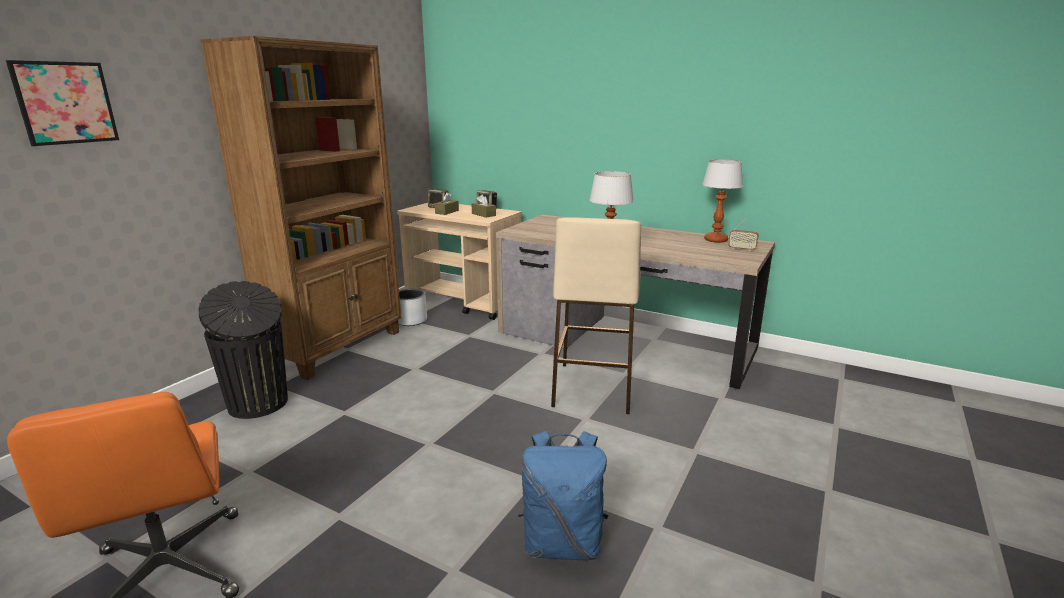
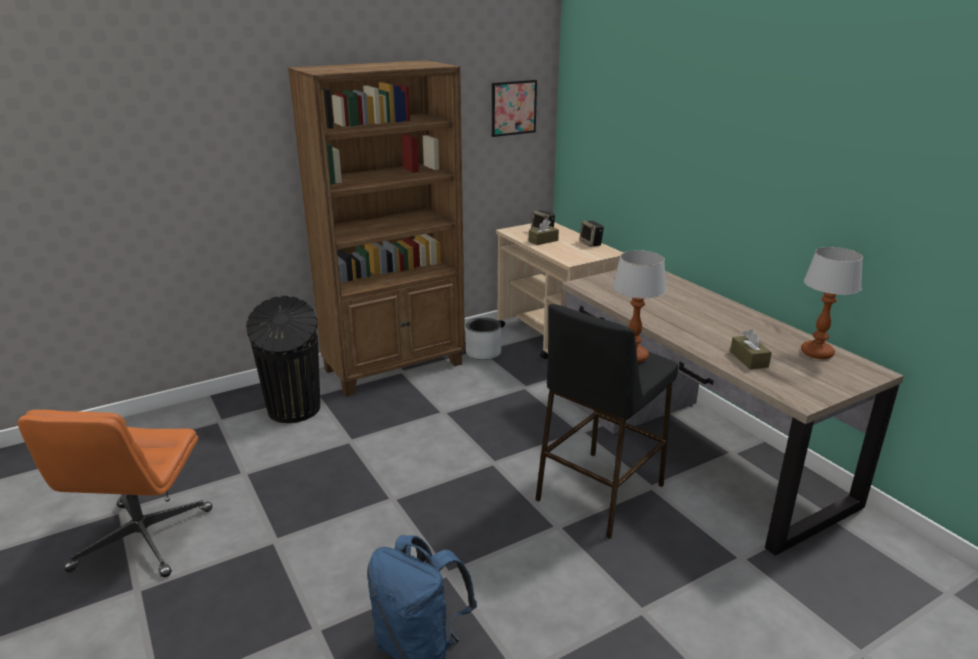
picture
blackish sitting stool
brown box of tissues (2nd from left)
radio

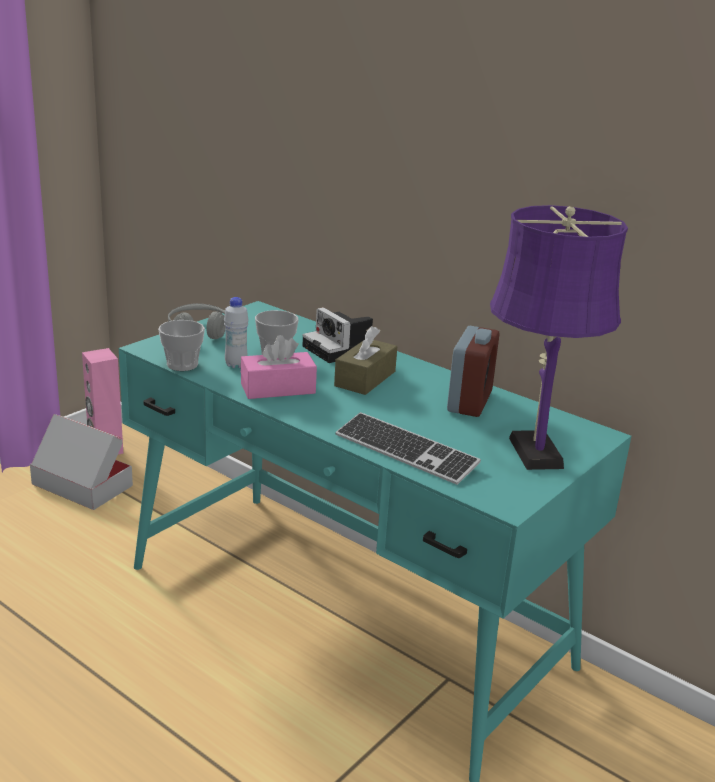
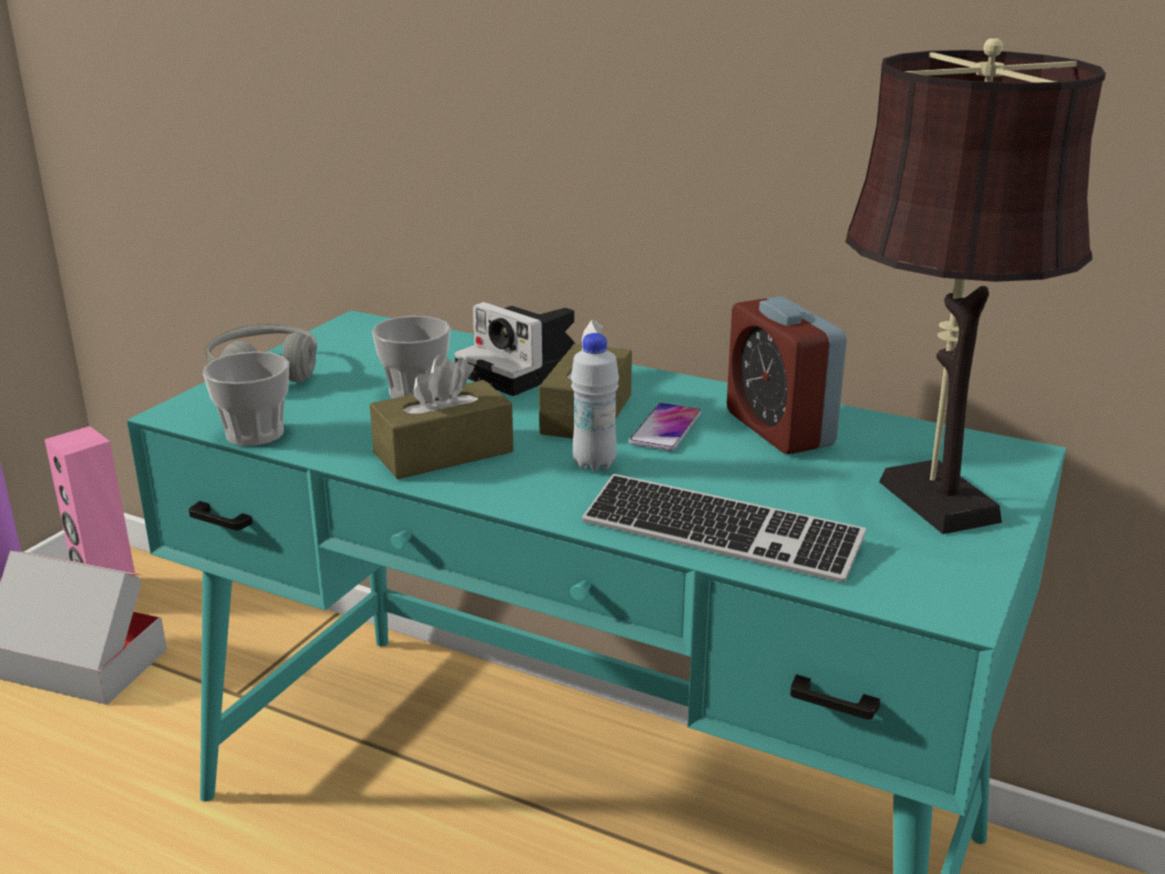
brown box of tissues (1st from left)
white-coloured beverage bottle
telephone
table clock
brown tabletop lamp

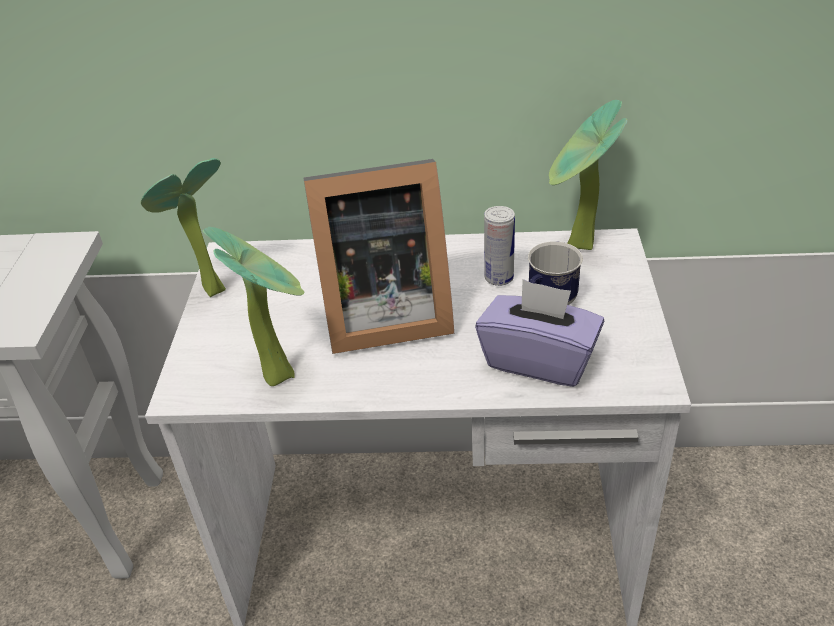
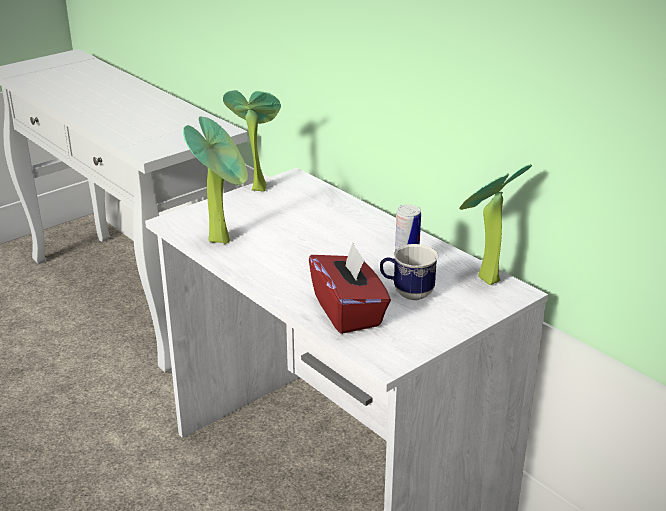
red-coloured box of tissues
picture frame

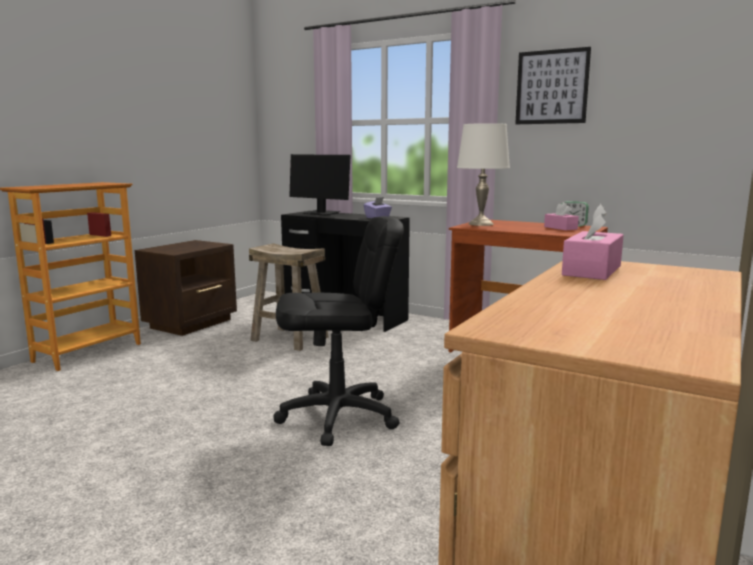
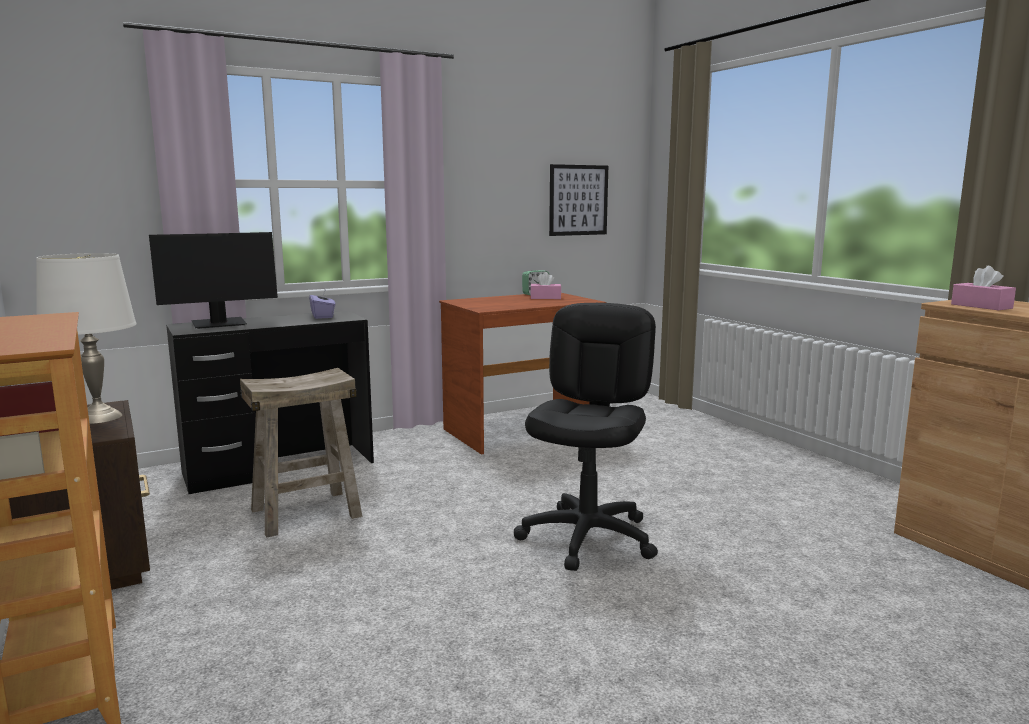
white-coloured tabletop lamp
picture

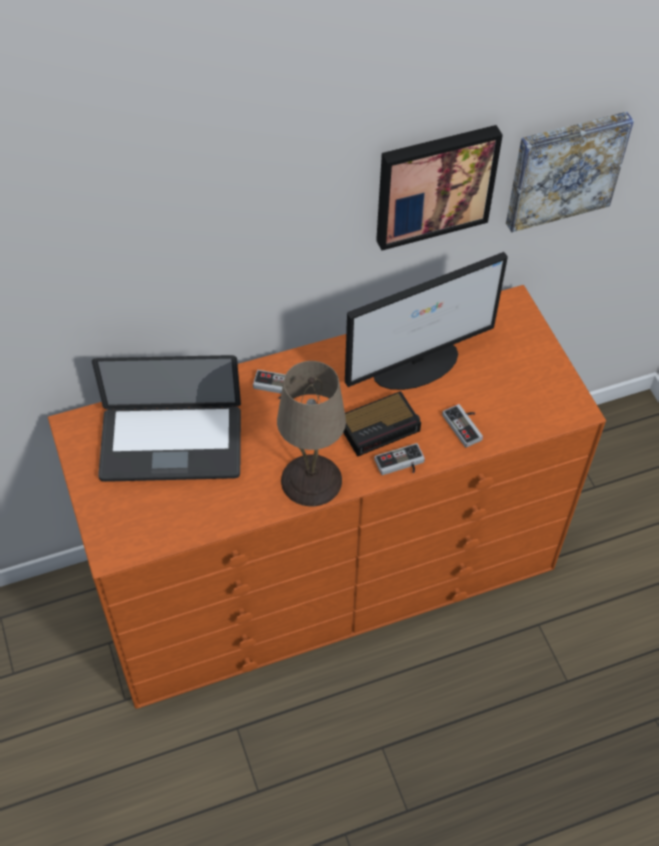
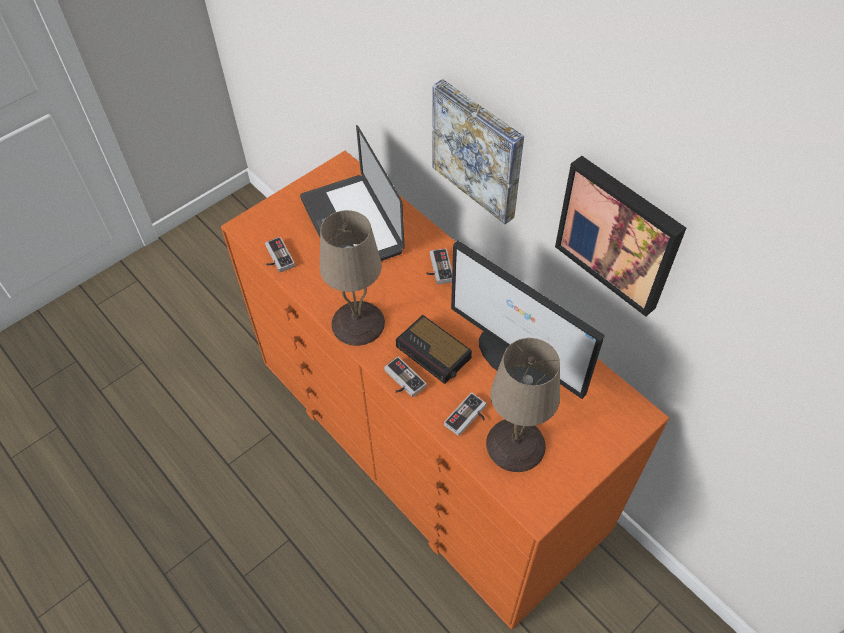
joypad (1st from left)
picture (1st from left)
sand-coloured tabletop lamp (2nd from left)

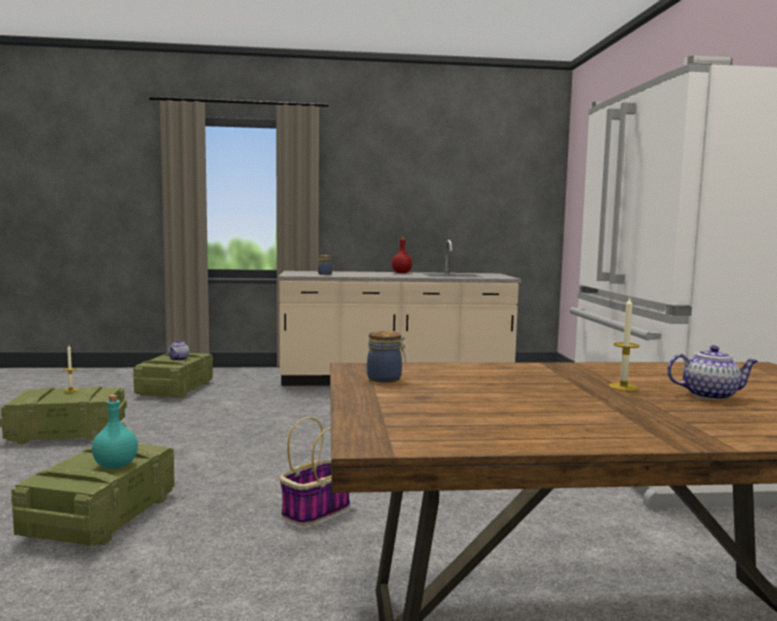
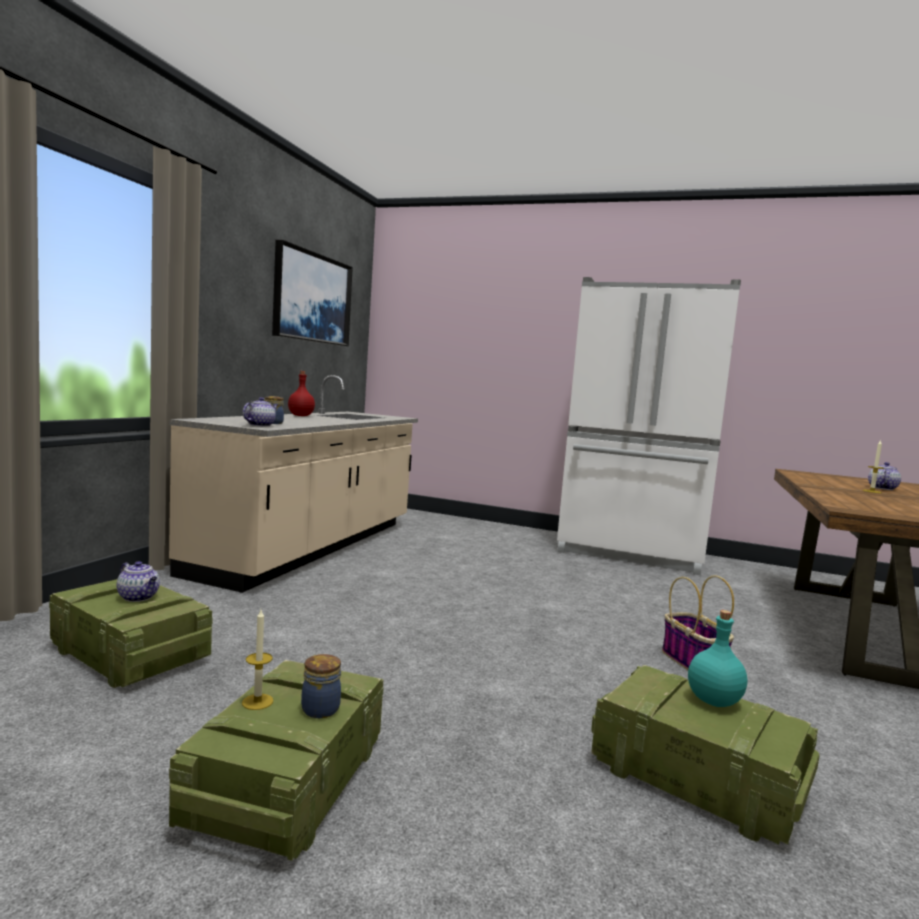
tea pot (2nd from left)
picture
preserve jar (2nd from left)

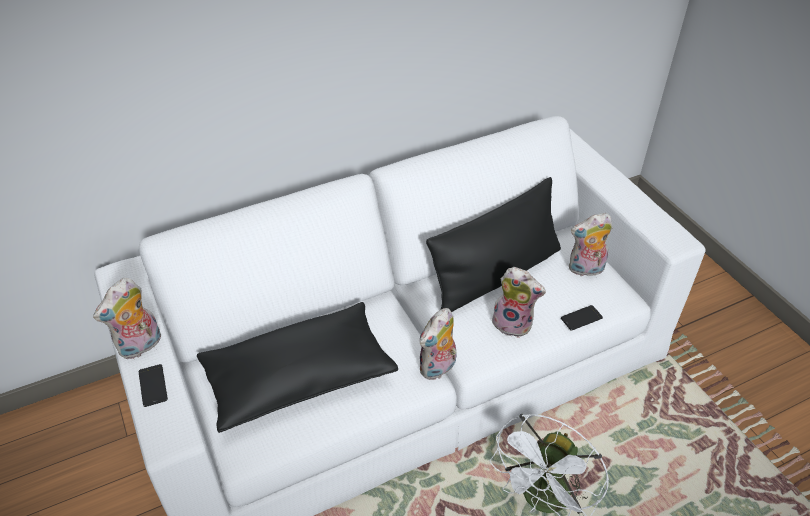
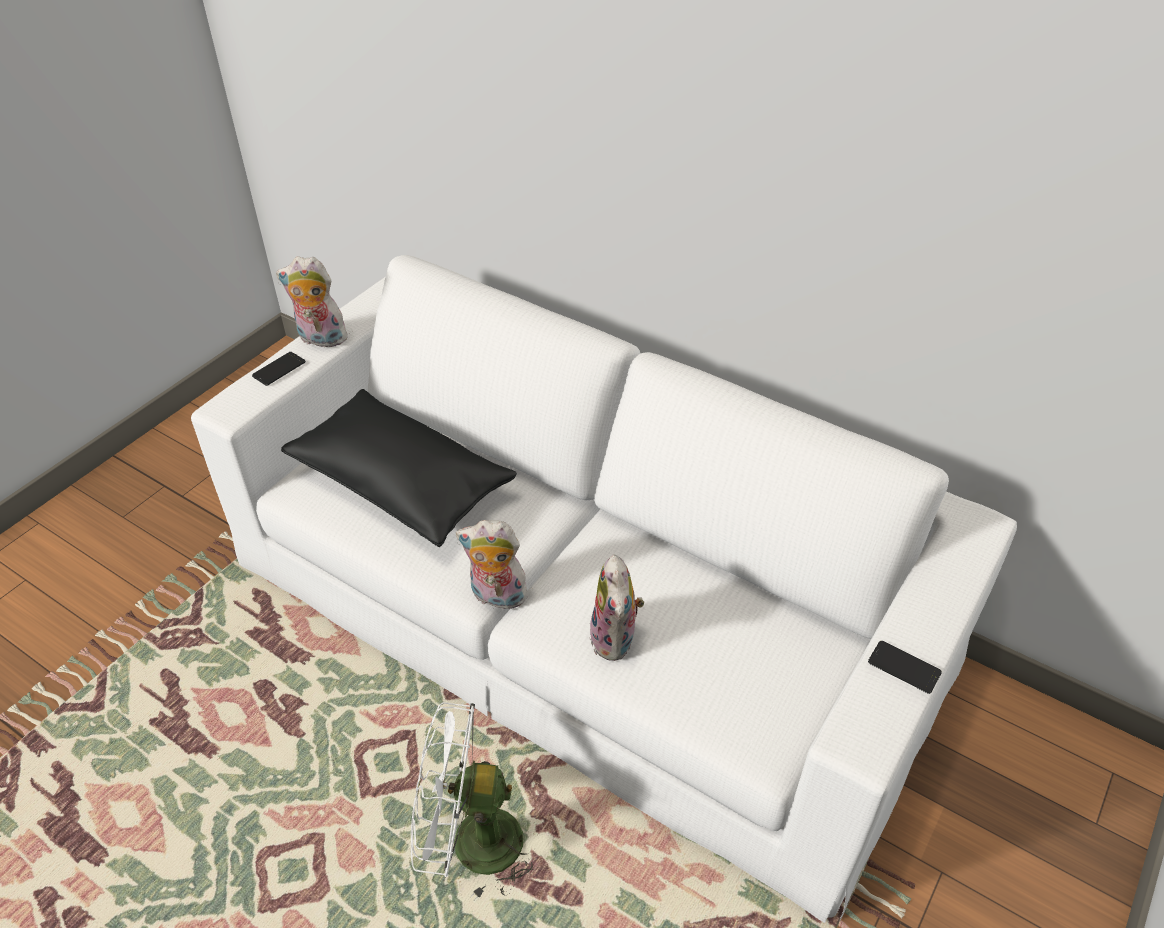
telephone (2nd from left)
blackish cushion (2nd from left in the first image)
plush toy (4th from left in the first image)

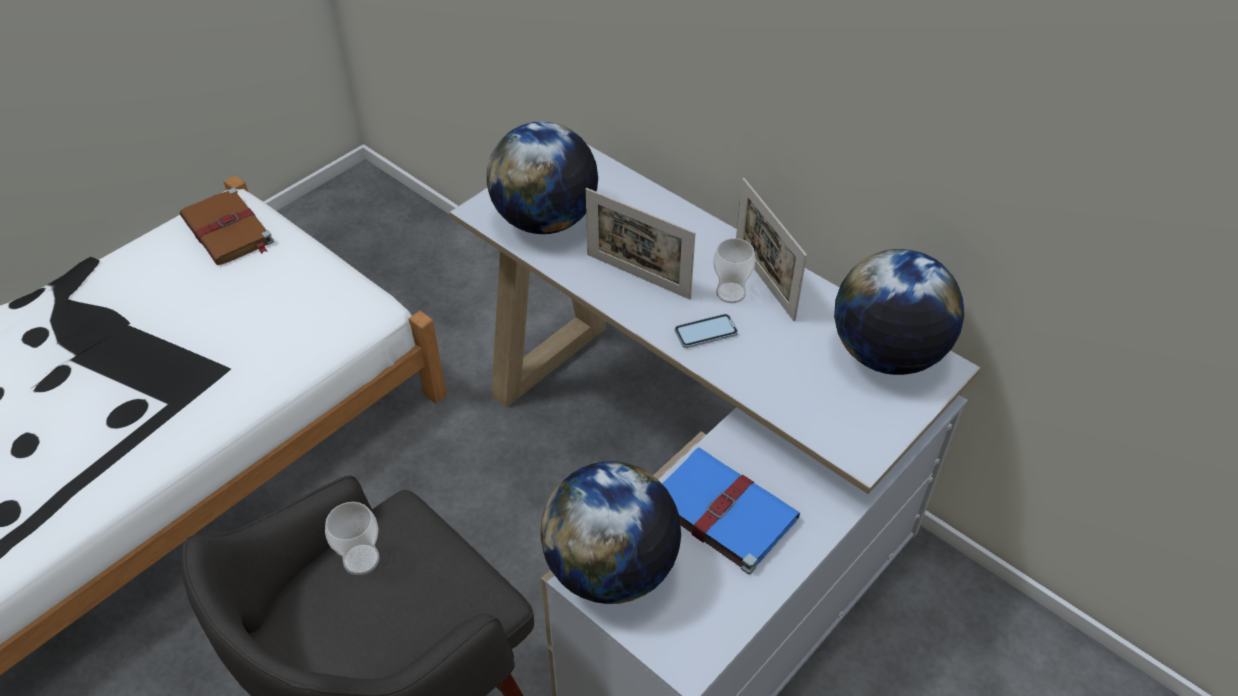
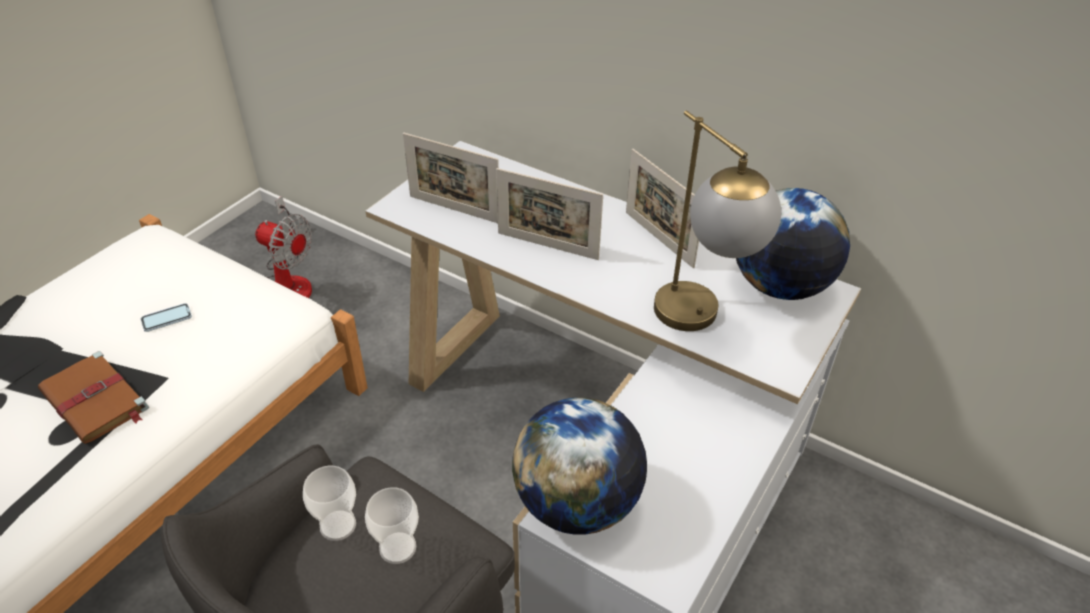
brown volume
telephone
electric fan
cup (2nd from left)
picture frame (1st from left)
tabletop lamp
bluish volume

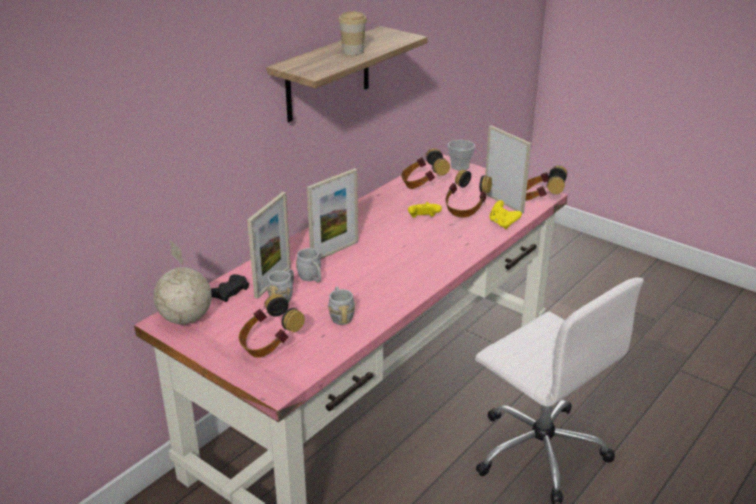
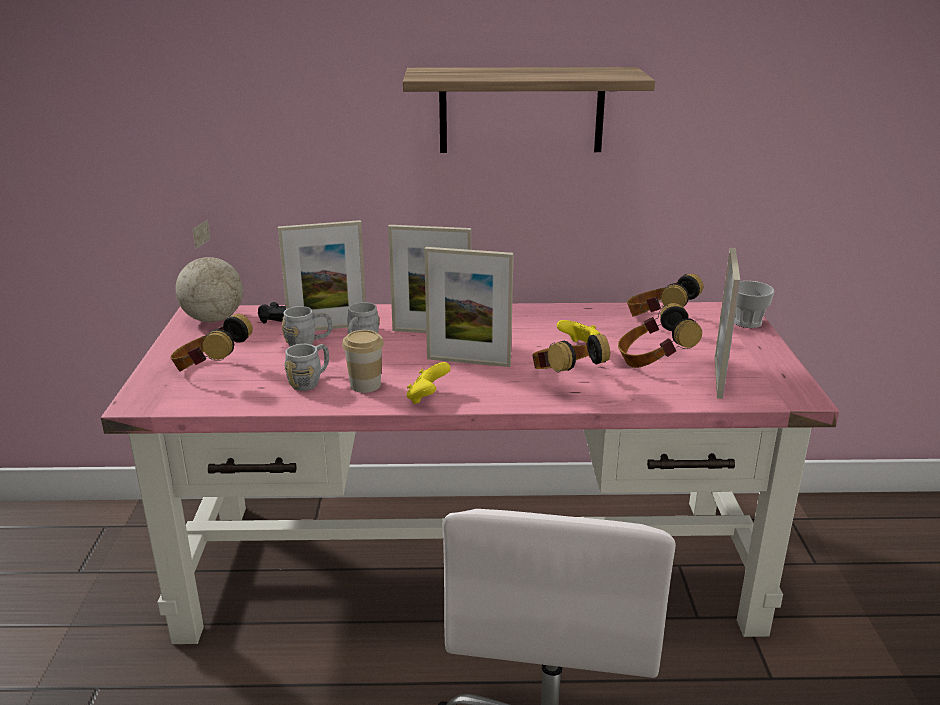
cup (1st from left)
yellow joypad (1st from left)
picture frame (3rd from left)
headset (2nd from left)

